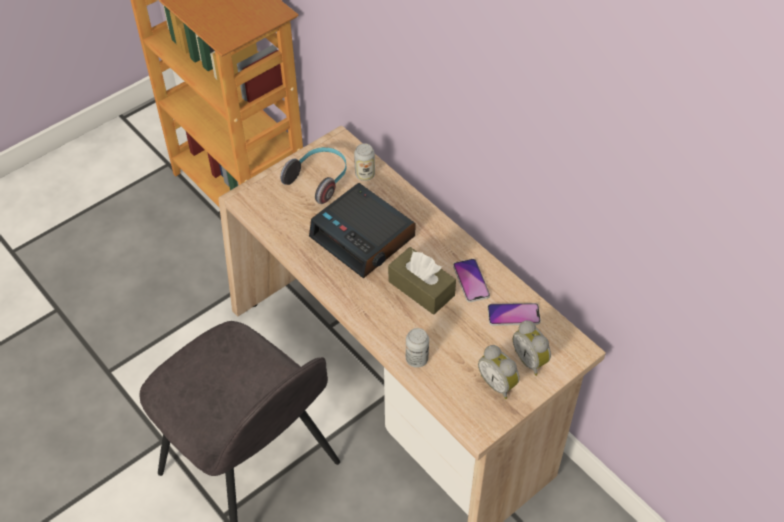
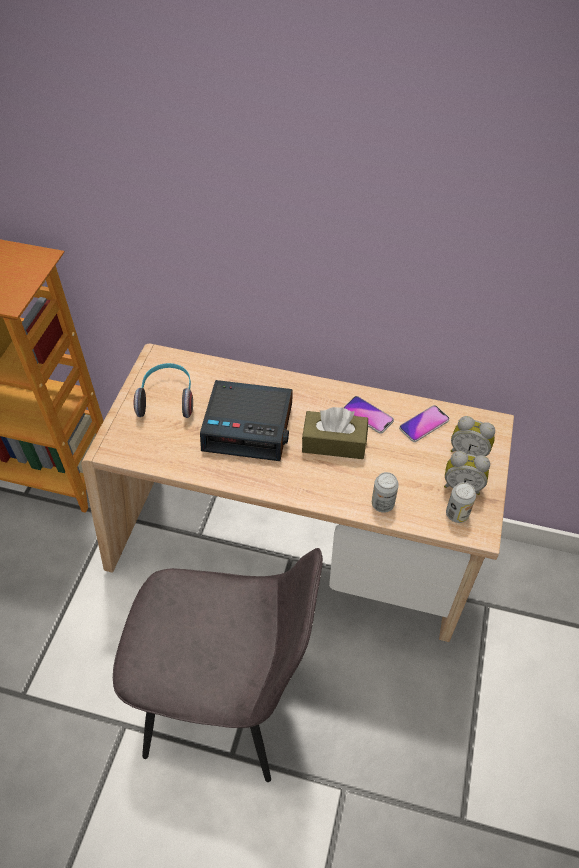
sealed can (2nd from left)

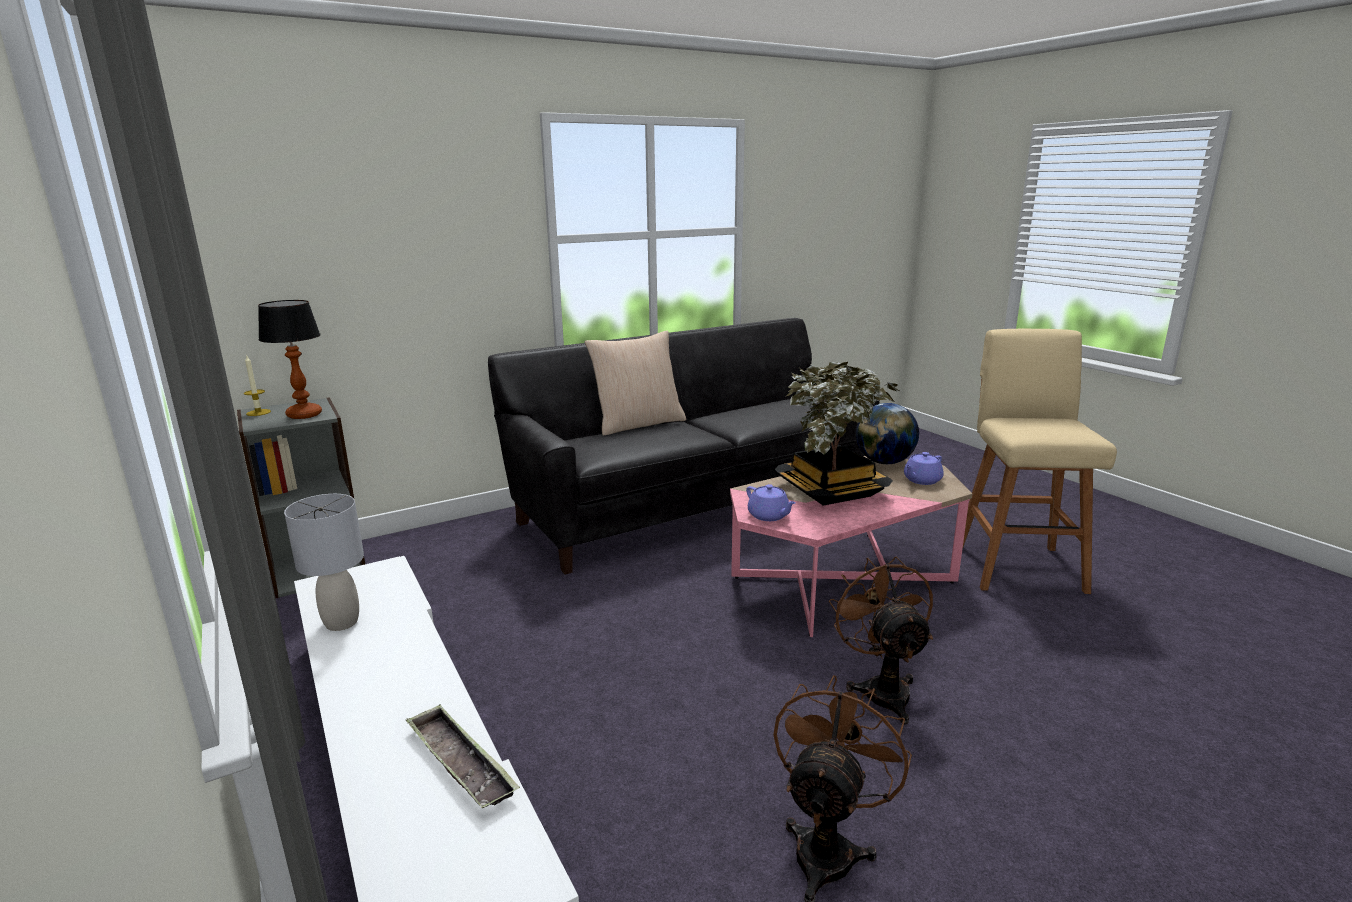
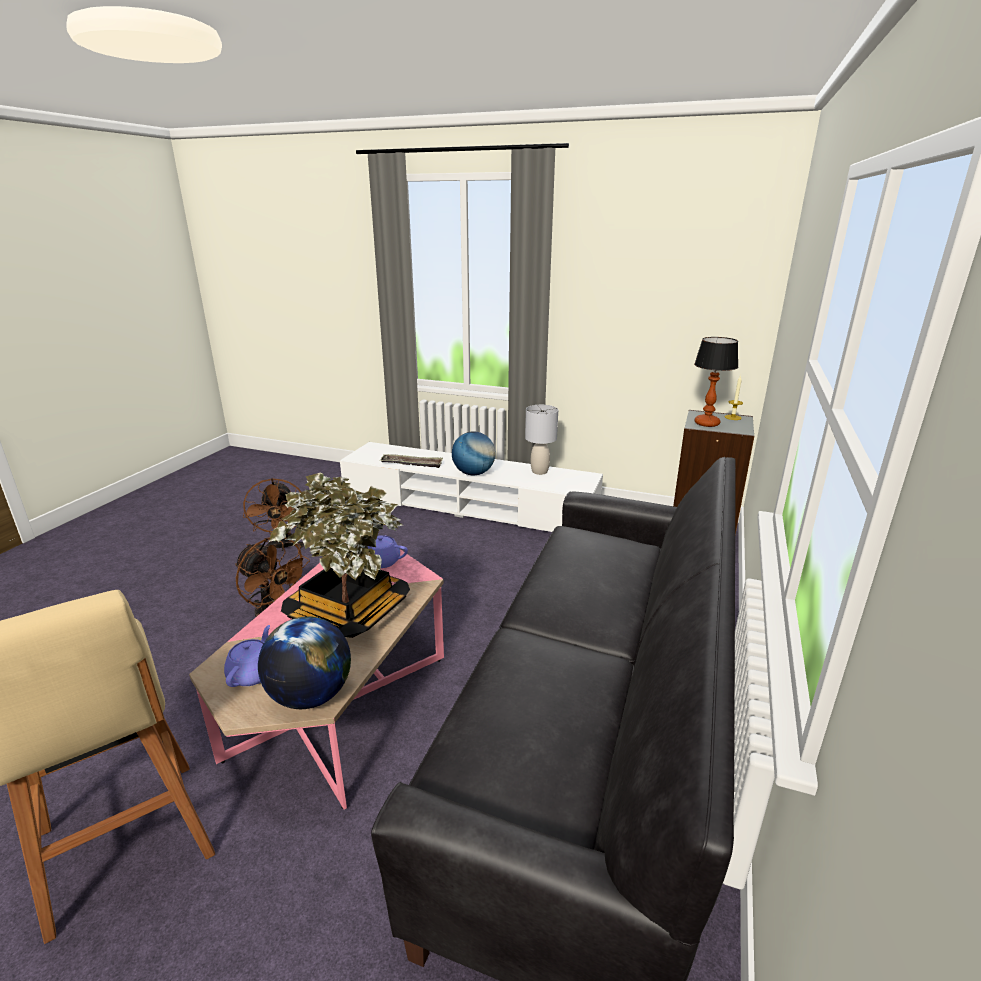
desk globe (2nd from left)
sand-coloured cushion

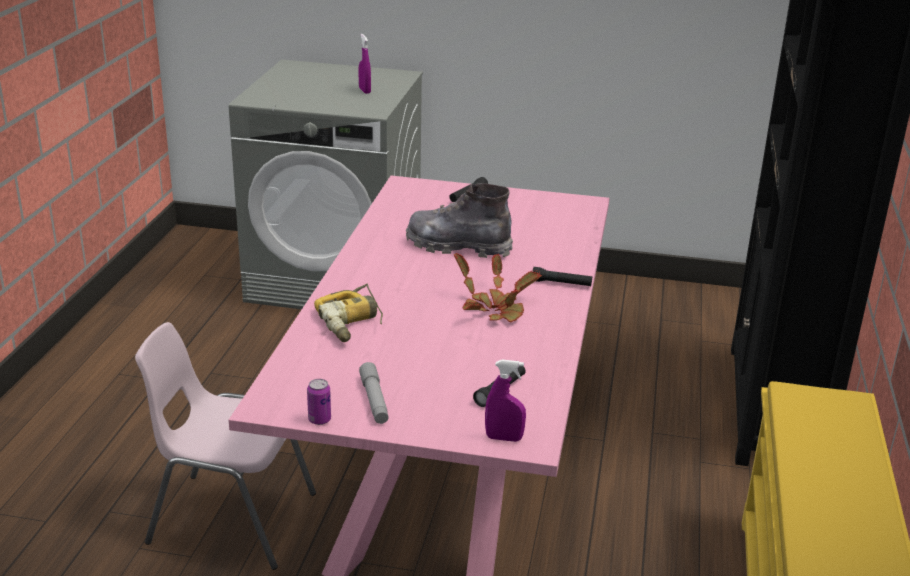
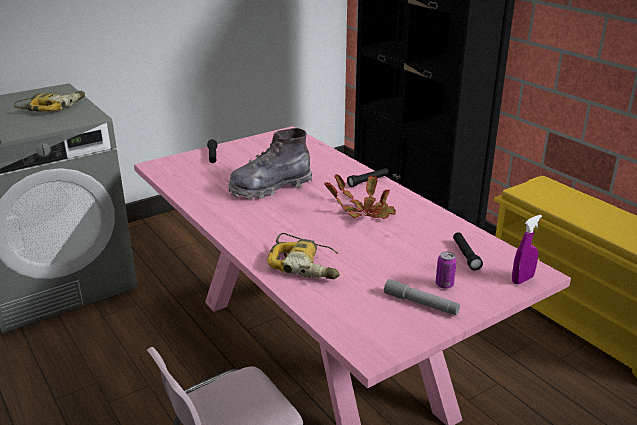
drill (1st from left)
sealed can

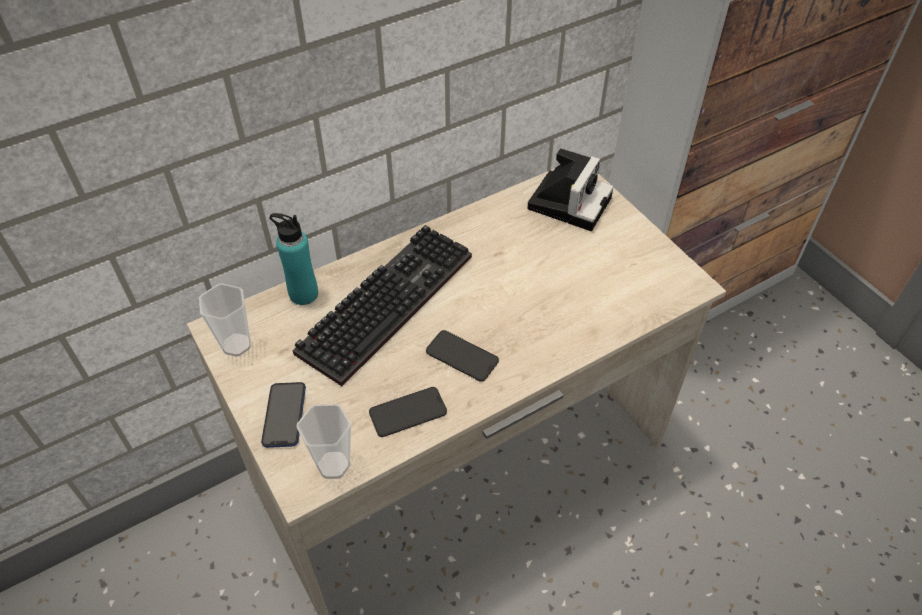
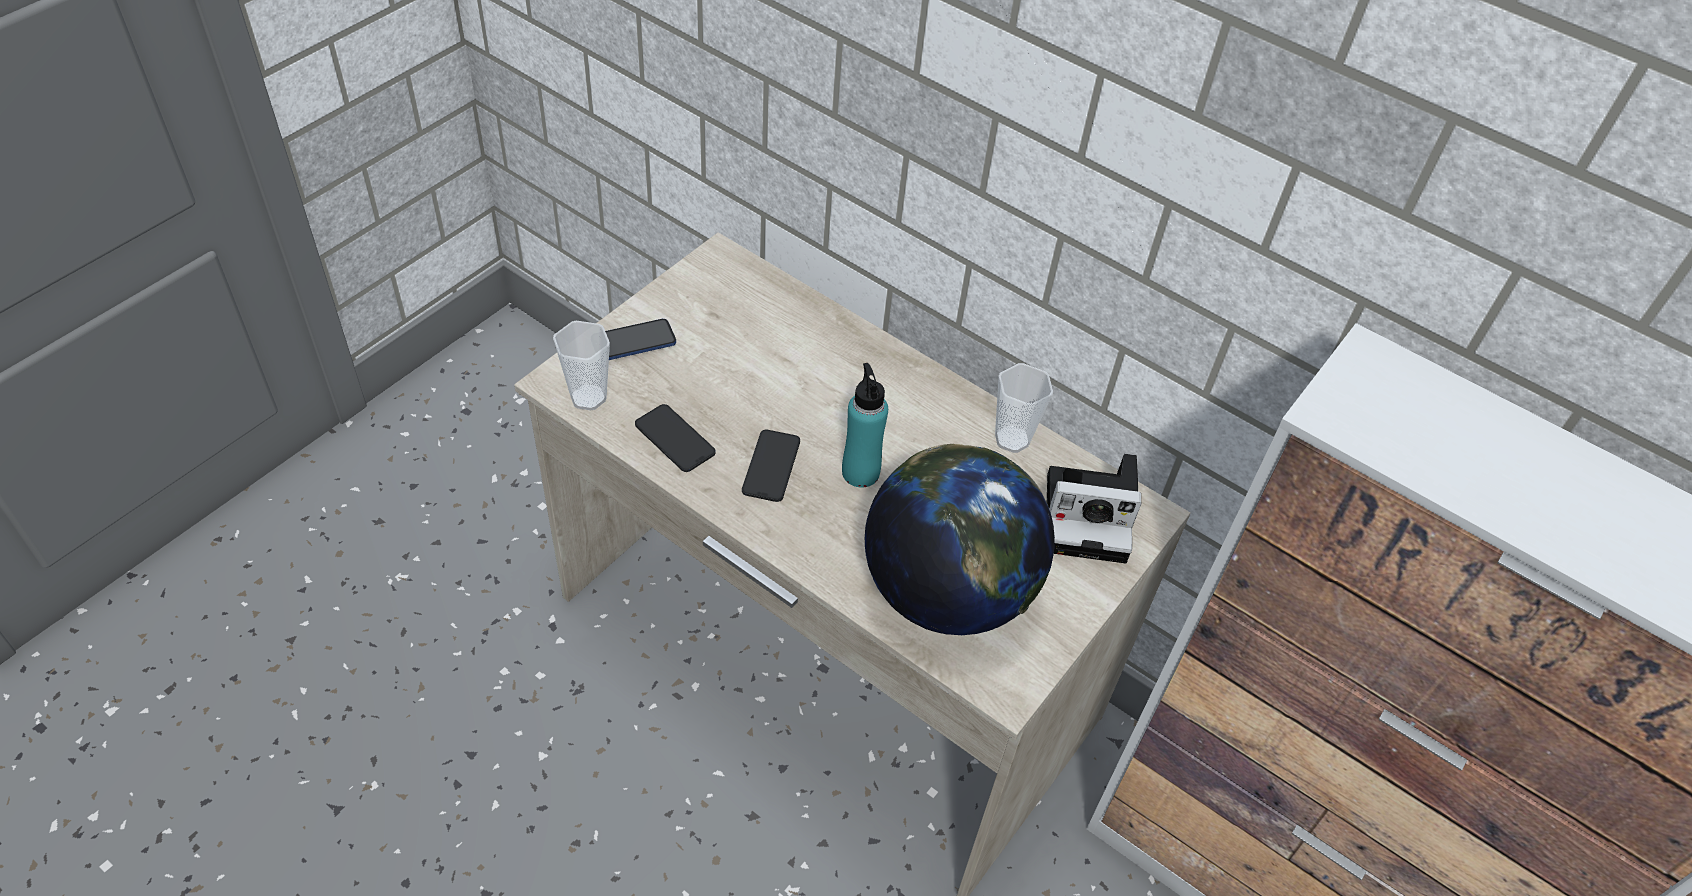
turquoise-coloured beverage bottle
desk globe
cup (2nd from left)
PC keyboard

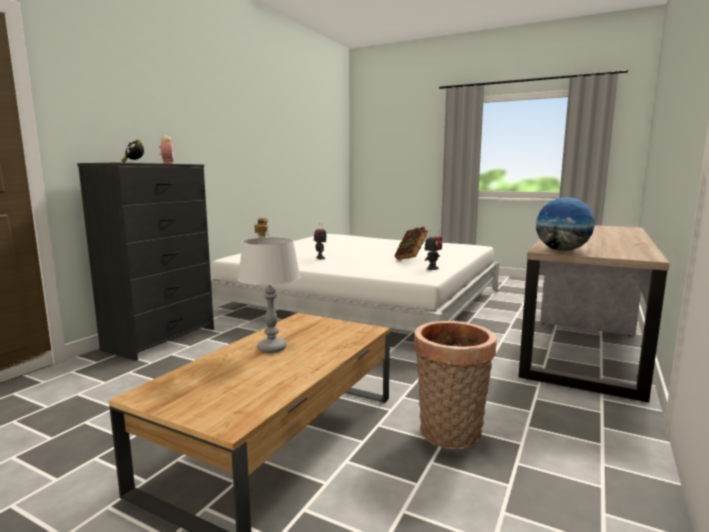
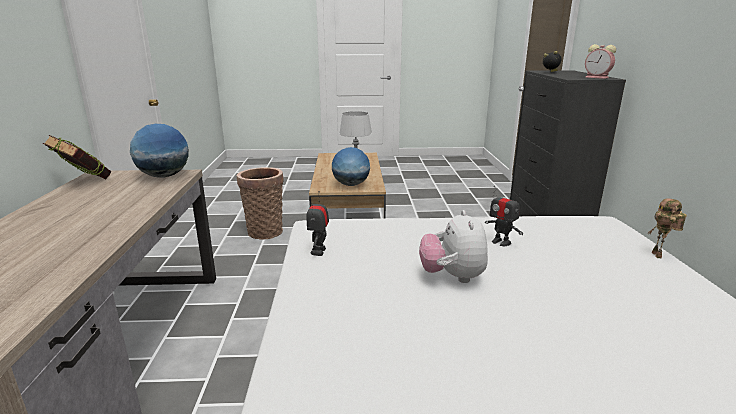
volume
desk globe (2nd from left)
plush toy

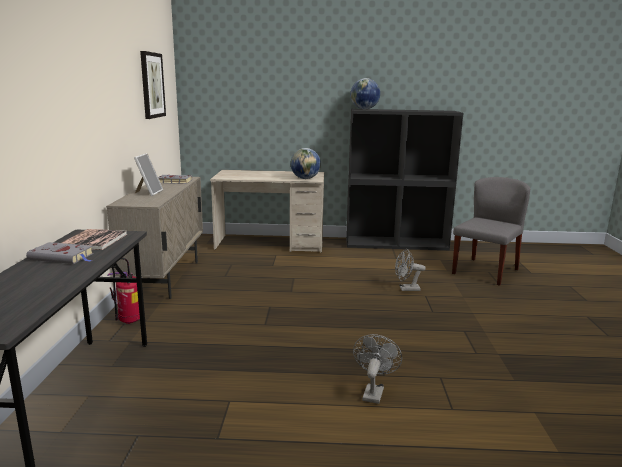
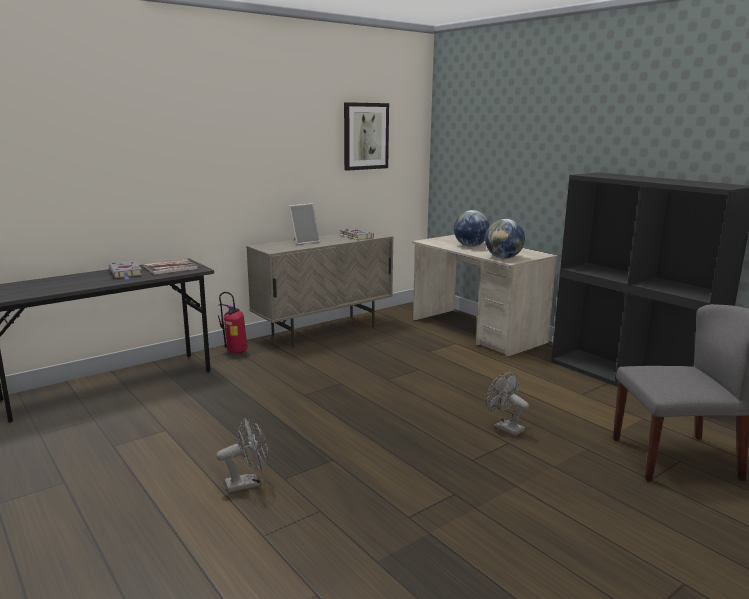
desk globe (1st from left)

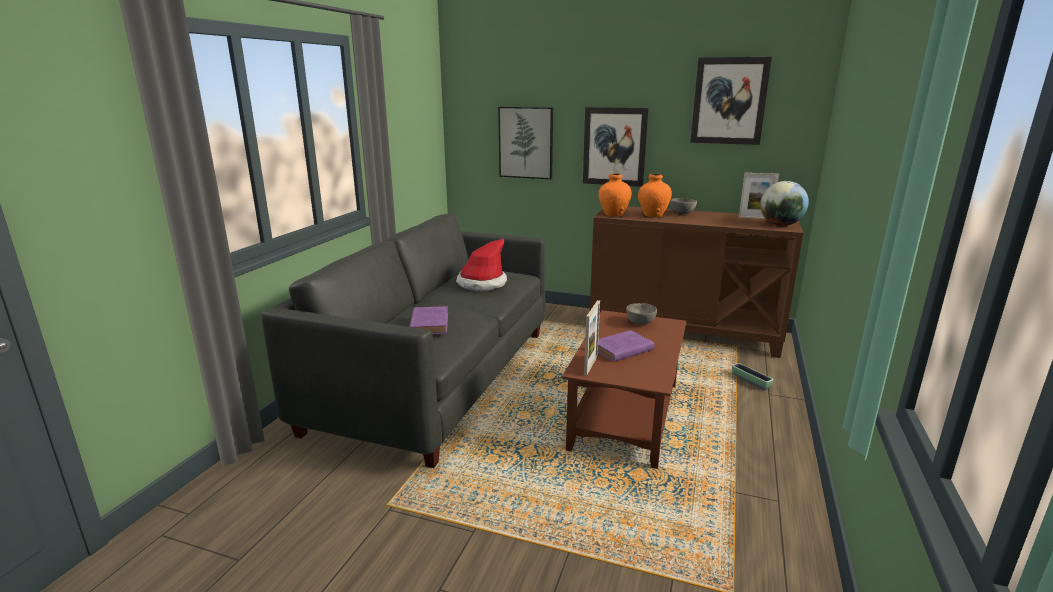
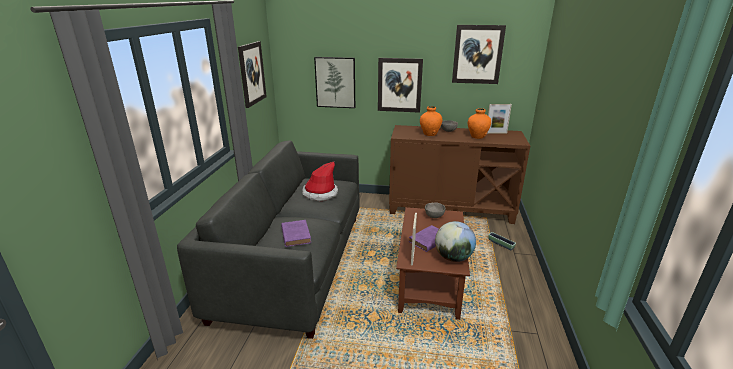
picture (1st from left)
desk globe
orangey vase (2nd from left)

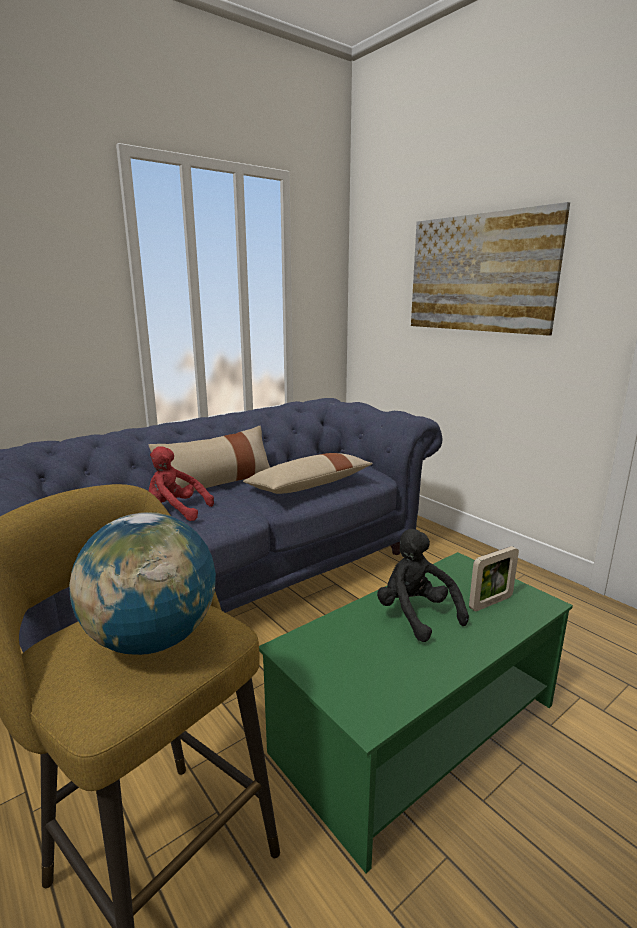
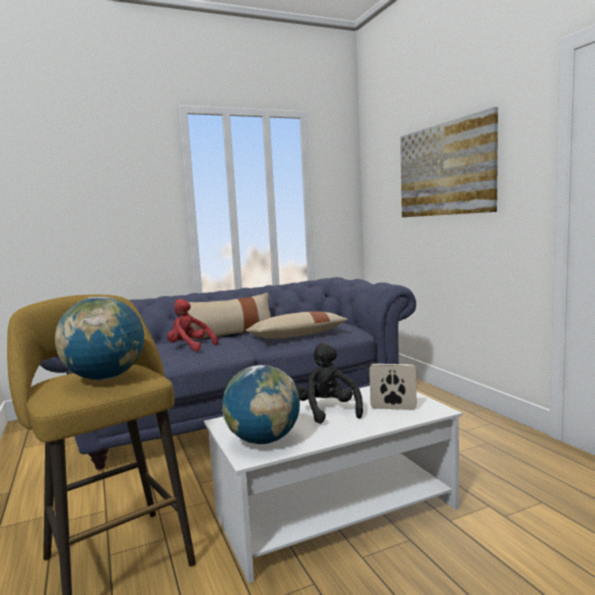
white-coloured lounge table
desk globe (2nd from left)
picture frame

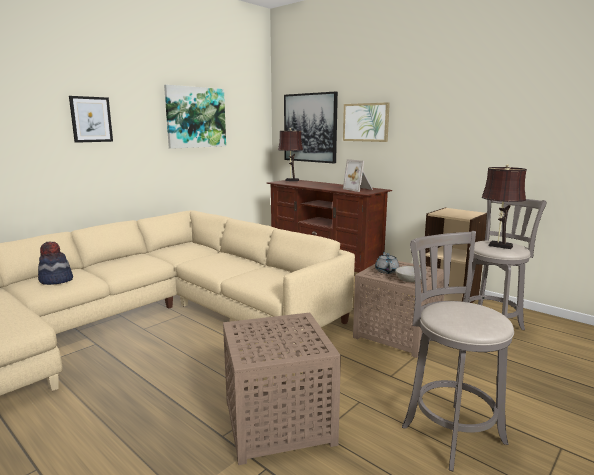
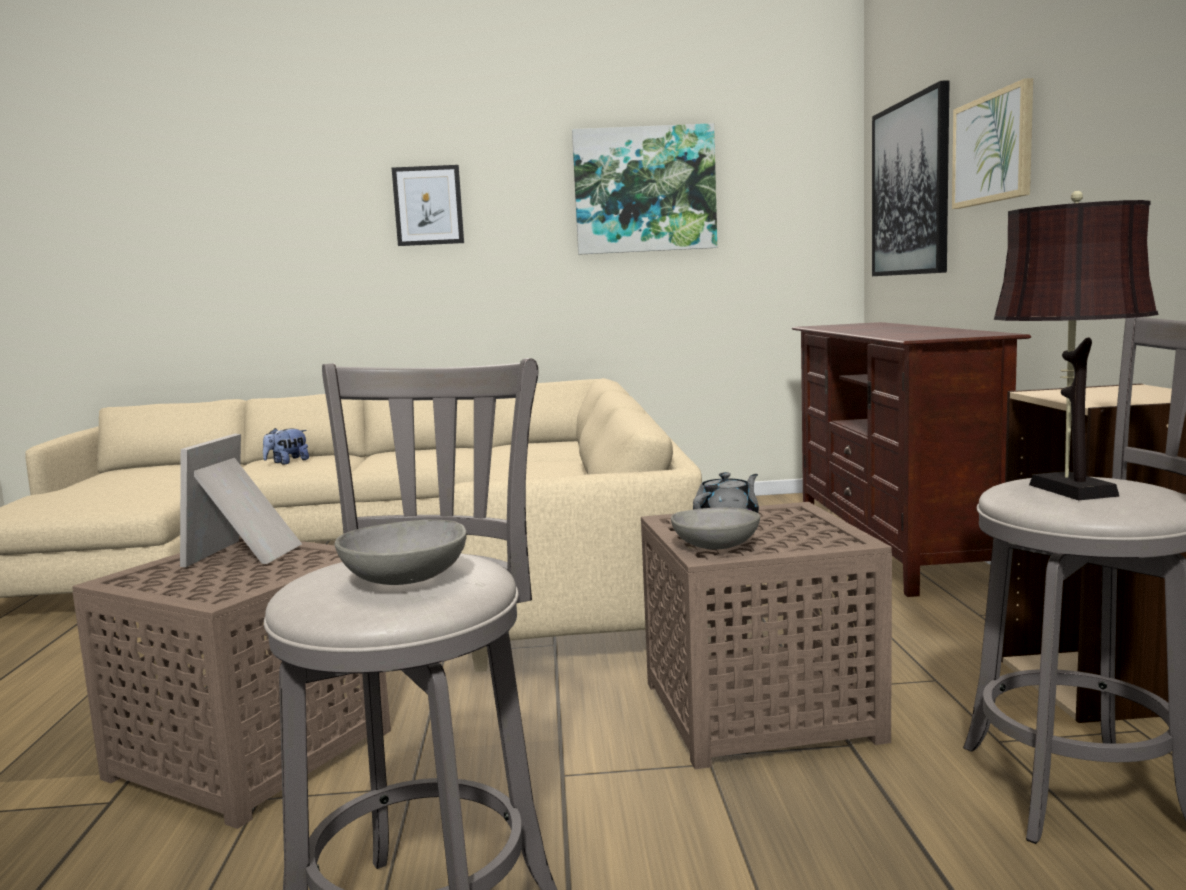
picture frame
plush toy
grey bowl (1st from left)
brown tabletop lamp (1st from left in the first image)

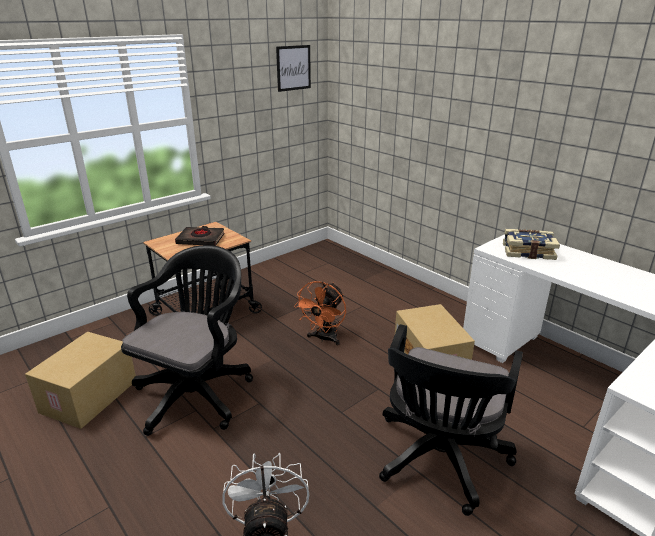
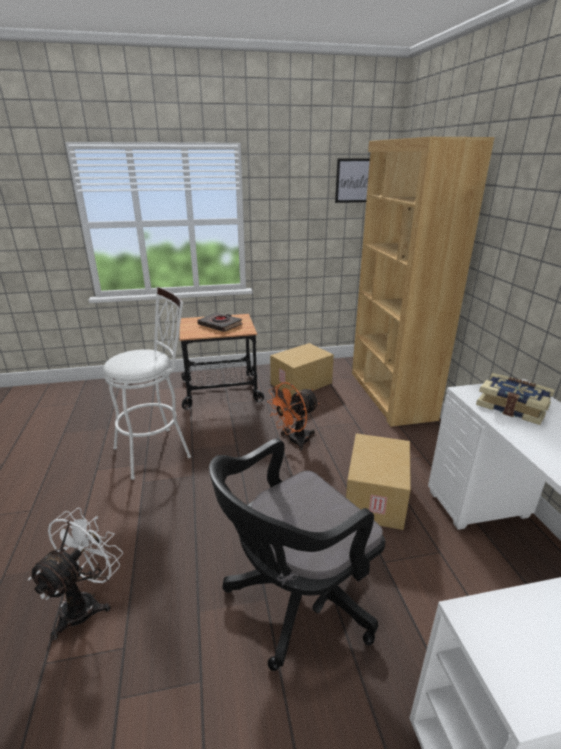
white-coloured sitting stool
cardboard box (1st from left)
brown shelving unit

